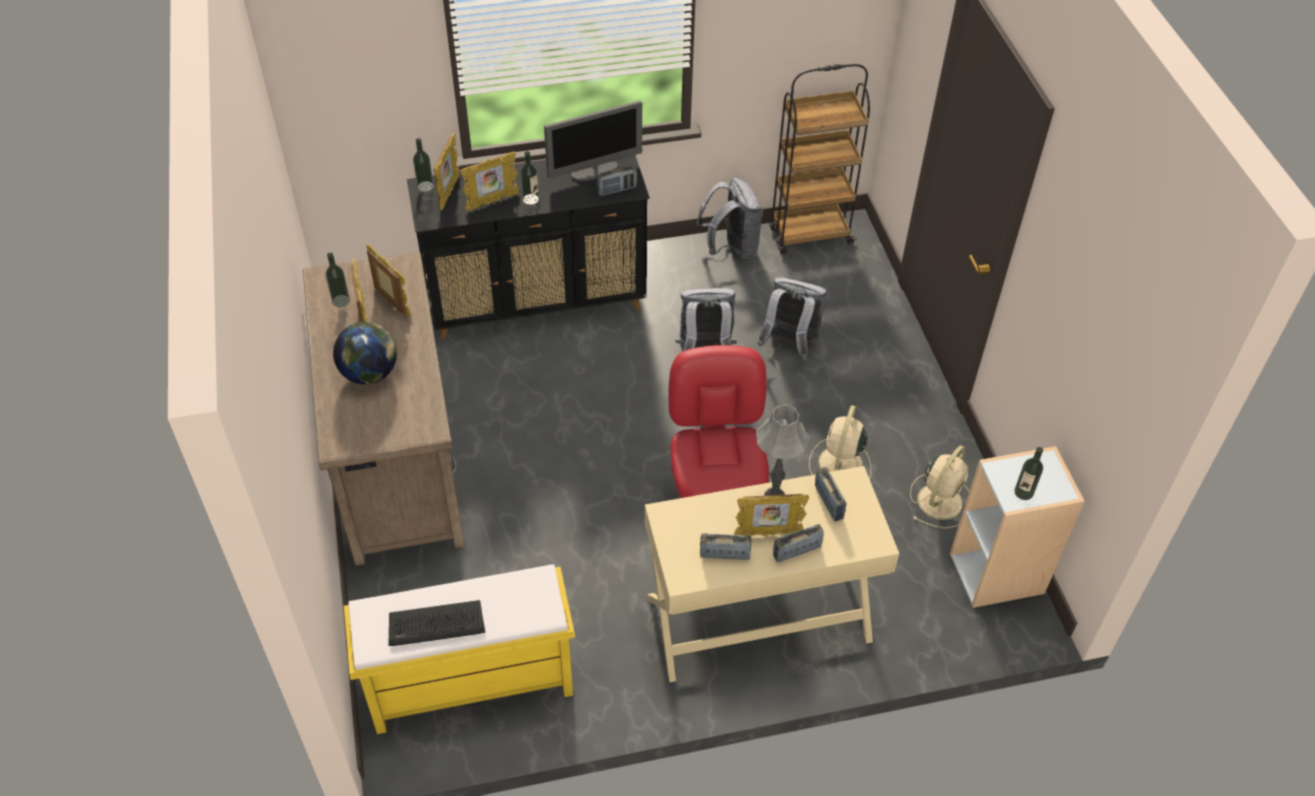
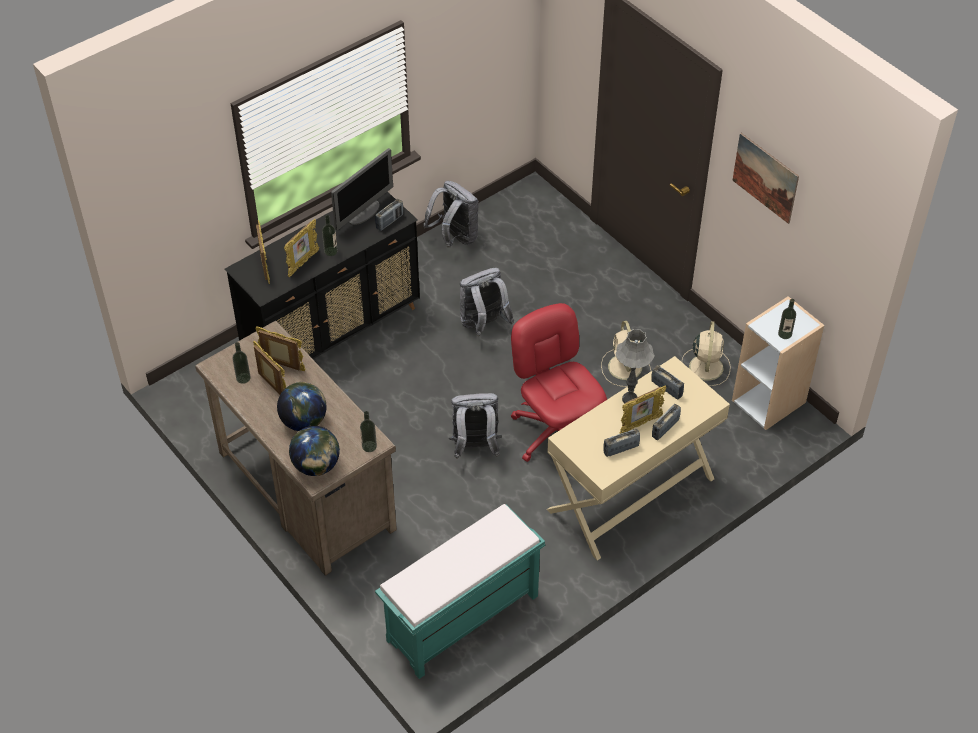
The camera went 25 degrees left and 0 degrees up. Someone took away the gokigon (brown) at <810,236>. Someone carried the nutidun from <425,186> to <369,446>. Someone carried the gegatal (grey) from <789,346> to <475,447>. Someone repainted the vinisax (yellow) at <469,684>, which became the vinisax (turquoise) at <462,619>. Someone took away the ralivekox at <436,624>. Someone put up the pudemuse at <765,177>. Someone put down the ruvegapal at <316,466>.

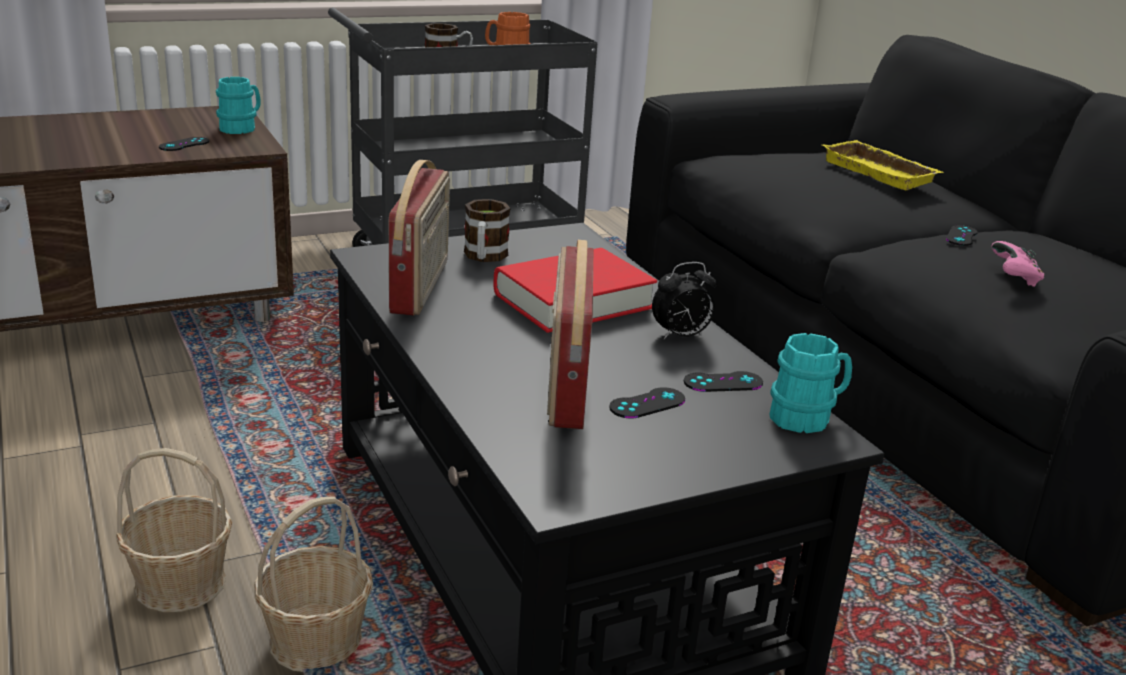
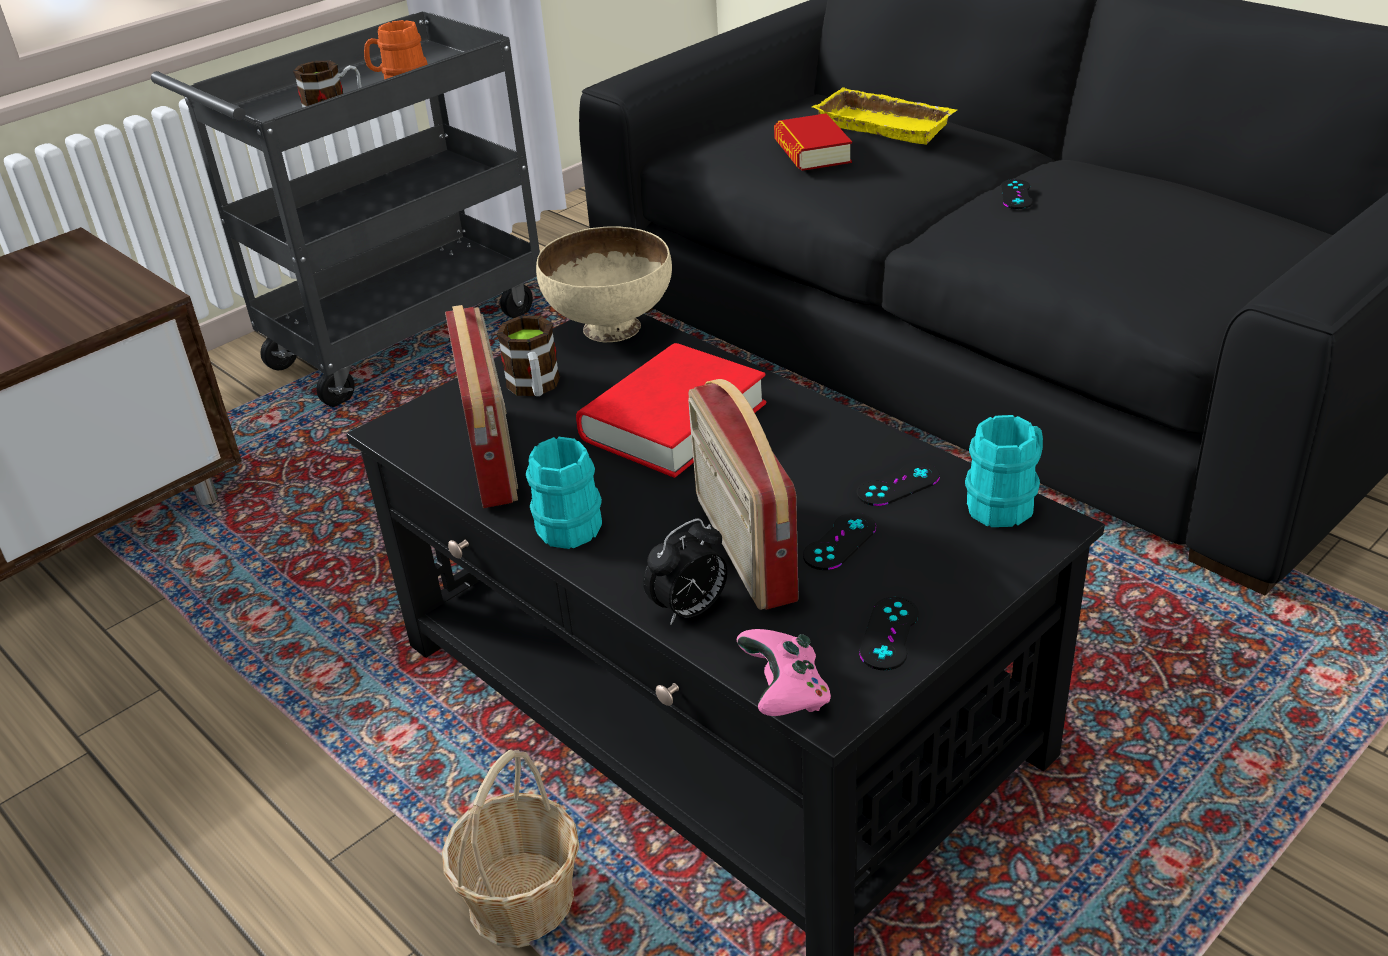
The camera went 15 degrees left and 10 degrees up. Someone carried the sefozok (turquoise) from <241,127> to <572,520>. Someone carried the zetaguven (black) from <184,144> to <889,634>. Someone carried the zetaguven (pink) from <1014,278> to <785,694>. Someone carried the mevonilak from <680,336> to <689,610>. Someone took away the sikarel at <180,583>. Someone put down the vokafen at <812,152>. Someone put down the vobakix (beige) at <609,328>.

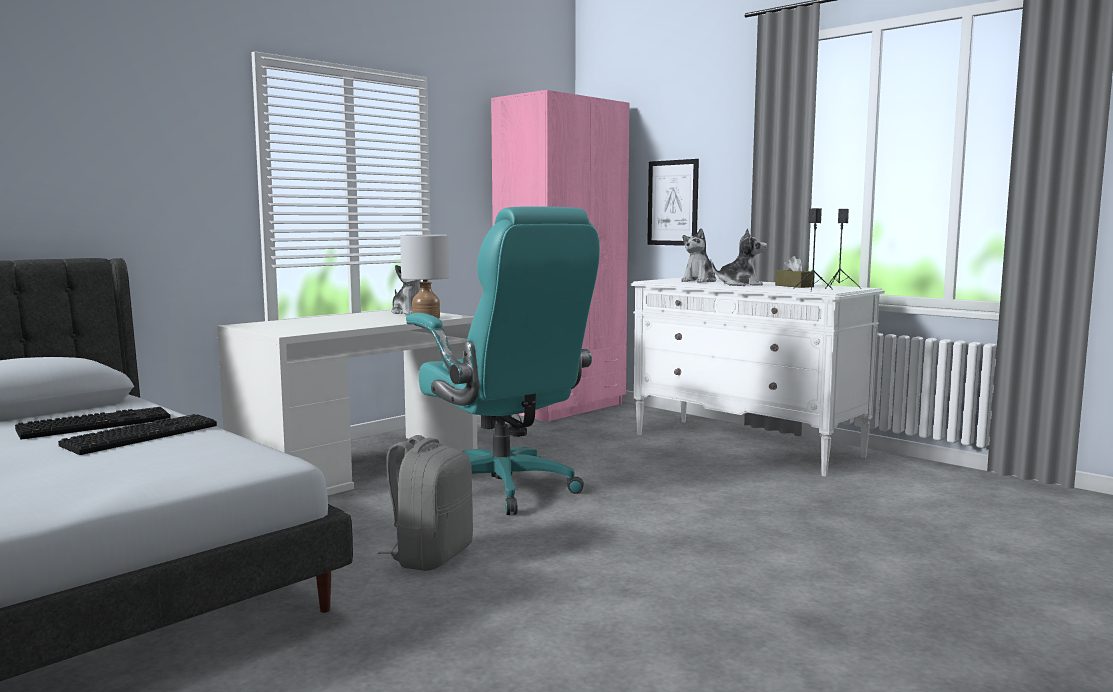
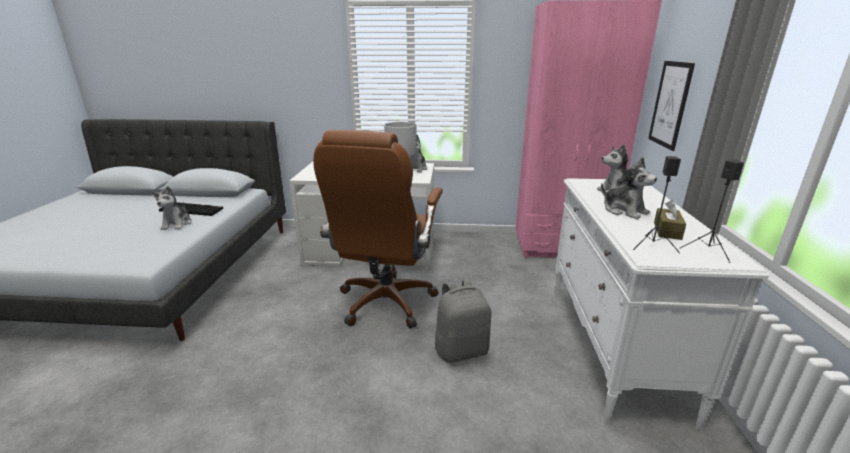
The camera went 50 degrees right and 15 degrees up. Someone repainted the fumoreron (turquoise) at <503,490>, which became the fumoreron (brown) at <385,303>. Someone swapped the ralivekox at <142,435> for the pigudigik at <177,224>. Someone carried the gegatal (grey) from <430,556> to <461,350>.

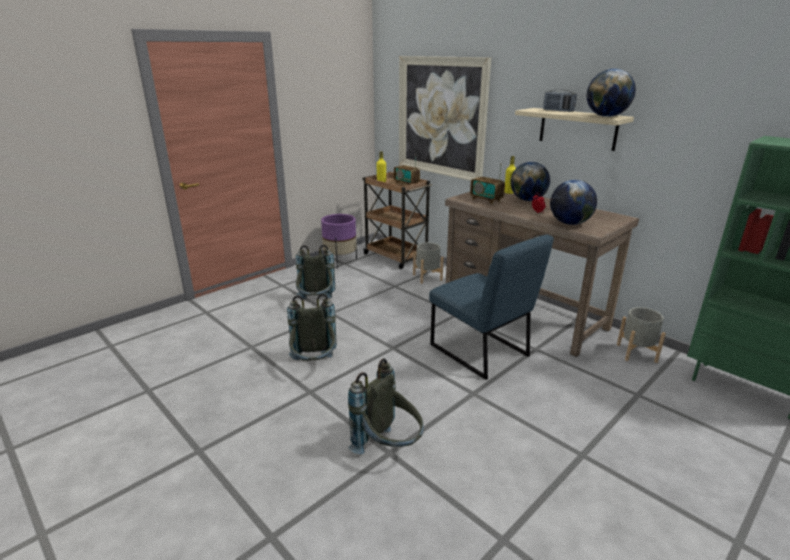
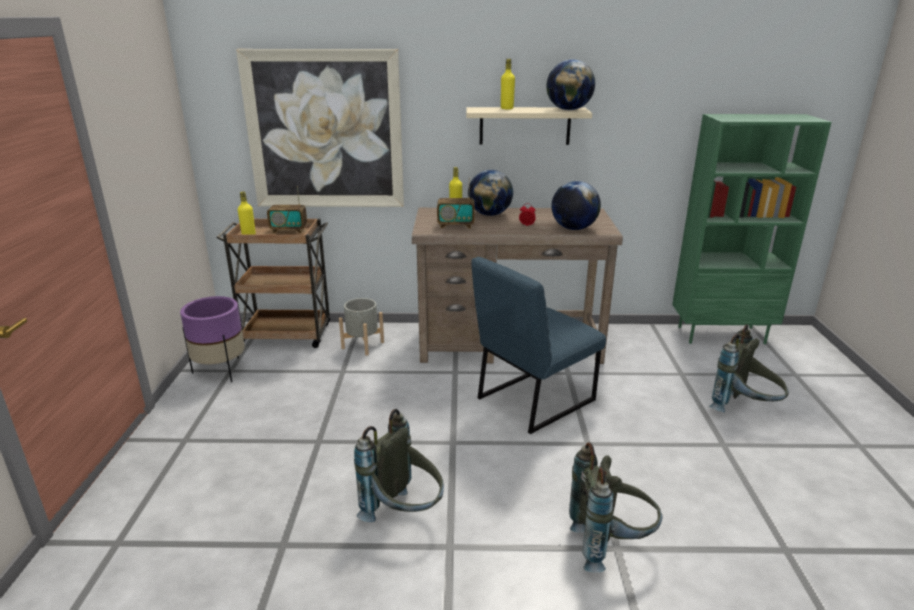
The camera went 45 degrees left and 0 degrees up. Someone swapped the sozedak at <558,111> for the nutidun (yellow) at <507,108>. Someone rotated the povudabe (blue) at <480,351> by 135 degrees clockwise. Someone carried the gegatal (grey) from <316,303> to <744,410>. Someone took away the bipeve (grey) at <636,353>.

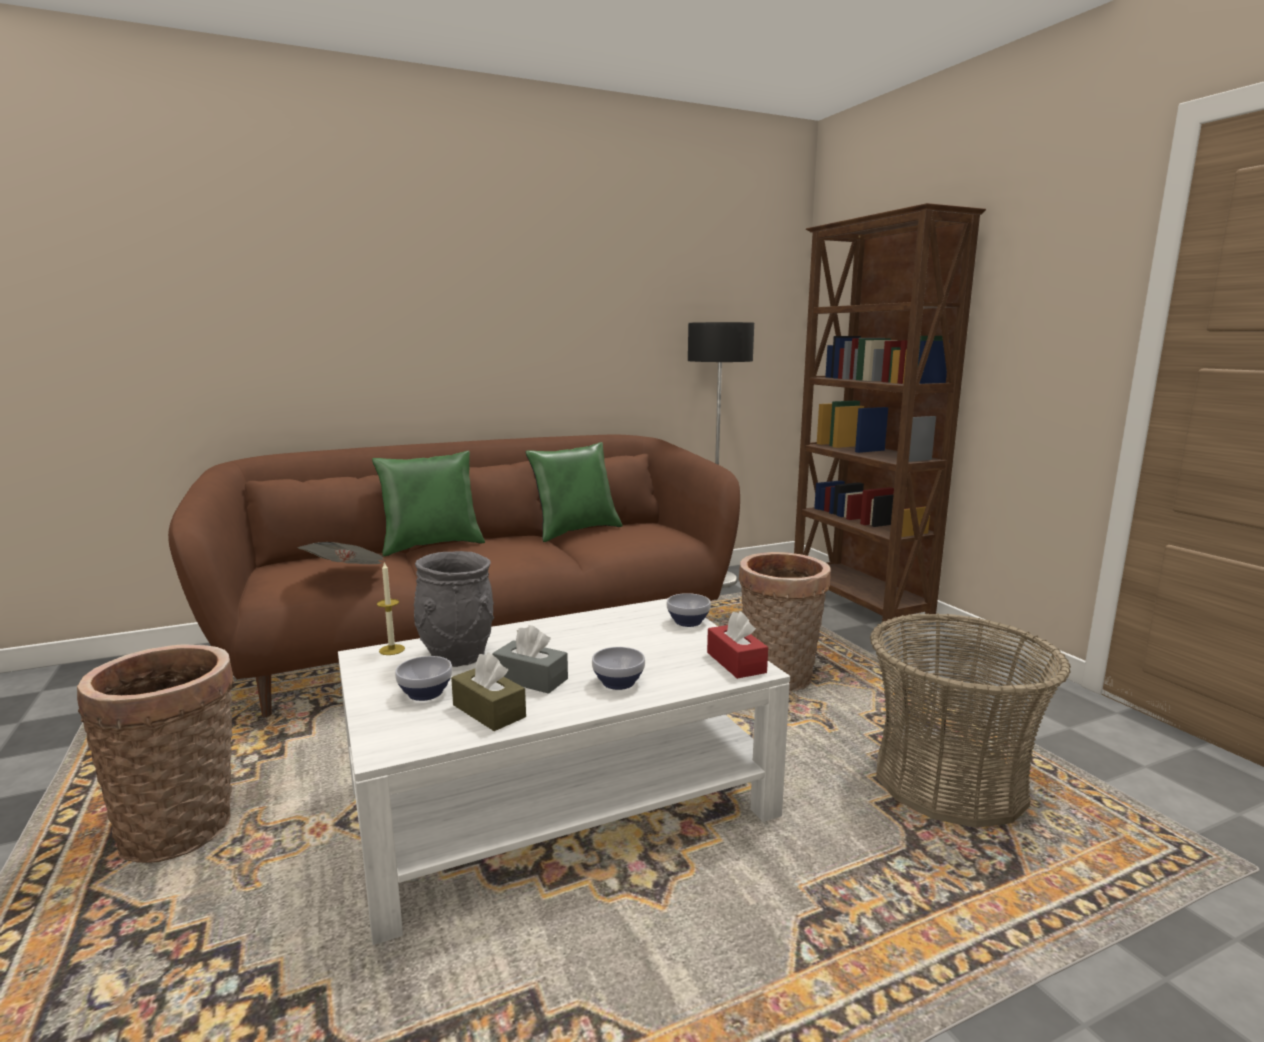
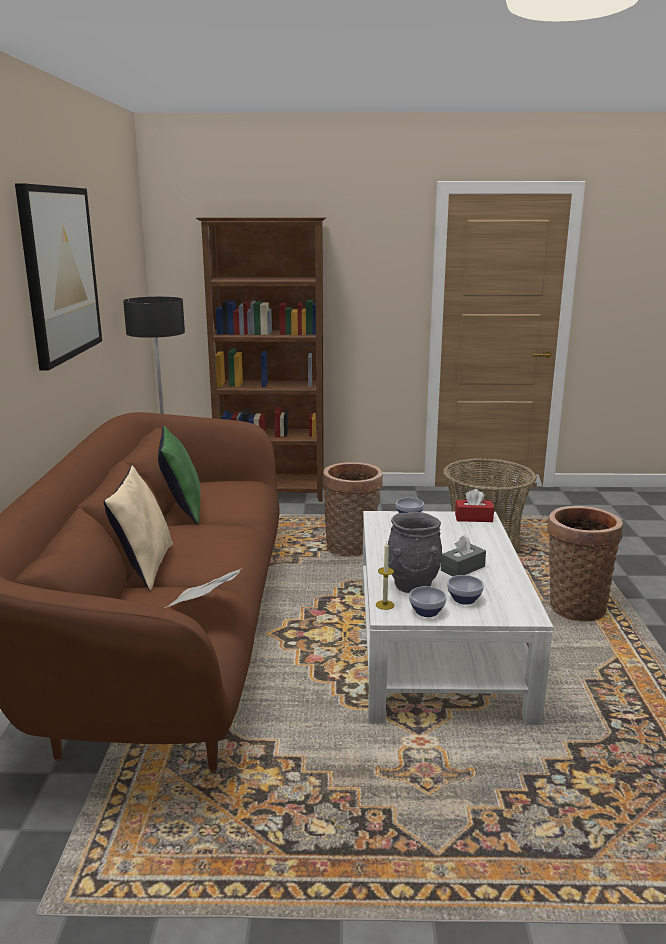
The camera went 65 degrees left and 5 degrees up. Someone repainted the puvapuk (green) at <432,546>, which became the puvapuk (beige) at <144,567>. Someone carried the sikarel from <184,827> to <574,606>. Someone carried the vobakix from <620,683> to <427,611>. Someone took away the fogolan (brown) at <489,711>. Someone put up the pudemuse at <60,273>.

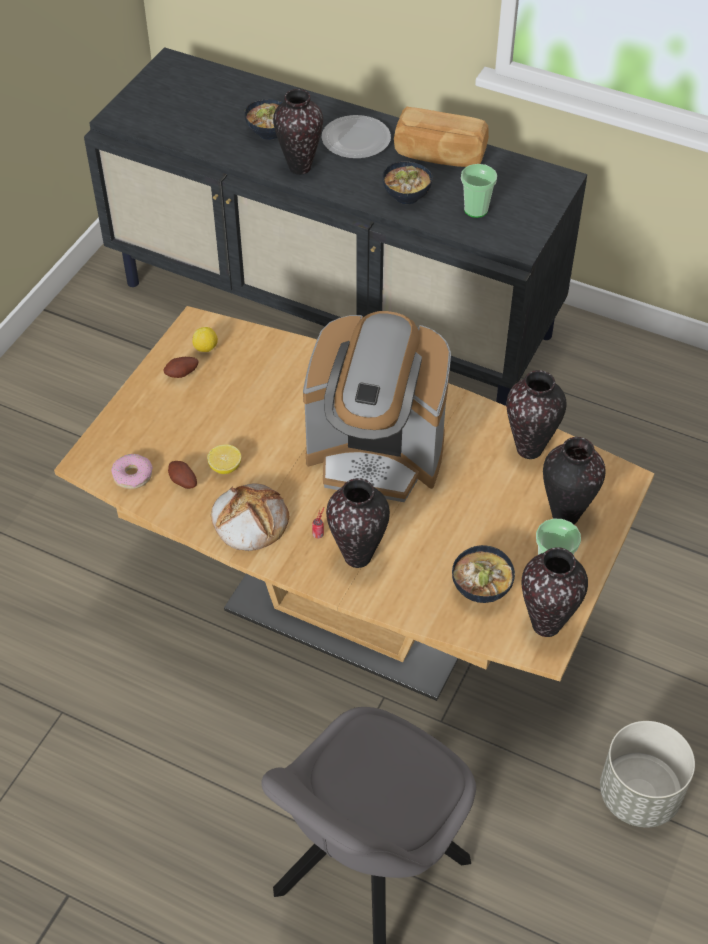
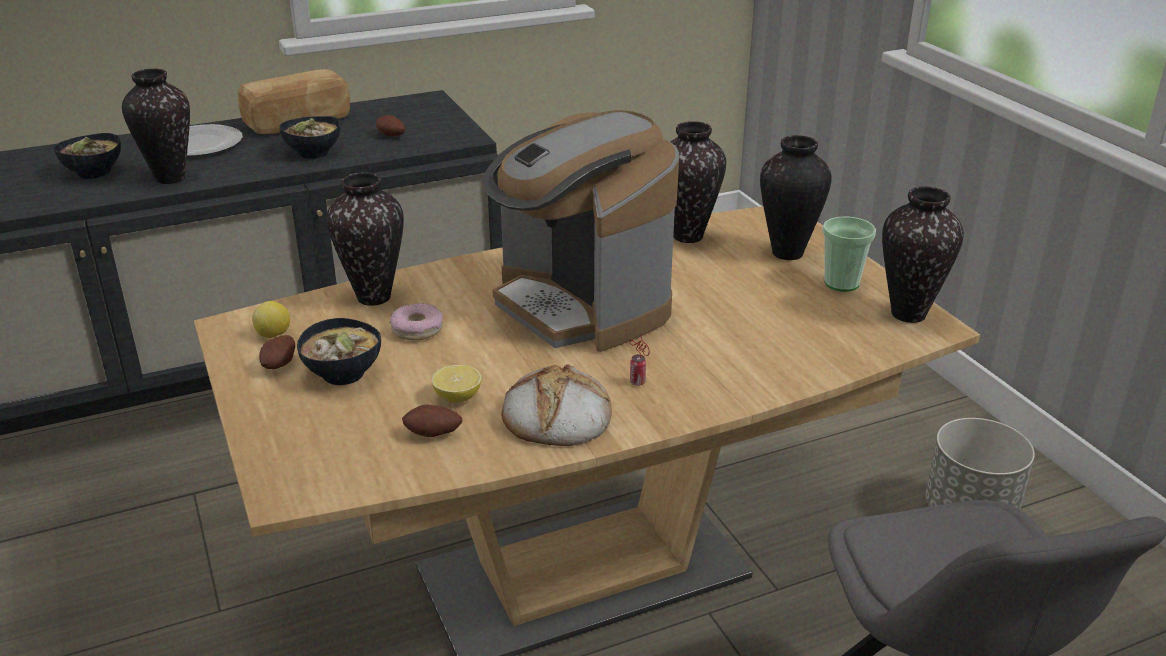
The camera went 50 degrees left and 20 degrees down. Someone swapped the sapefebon at <476,209> for the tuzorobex at <390,136>. Someone rotated the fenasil at <376,454> by 90 degrees clockwise. Someone carried the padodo from <133,475> to <417,329>. Someone carried the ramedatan from <358,557> to <375,297>. Someone carried the vobakix from <480,589> to <342,375>.

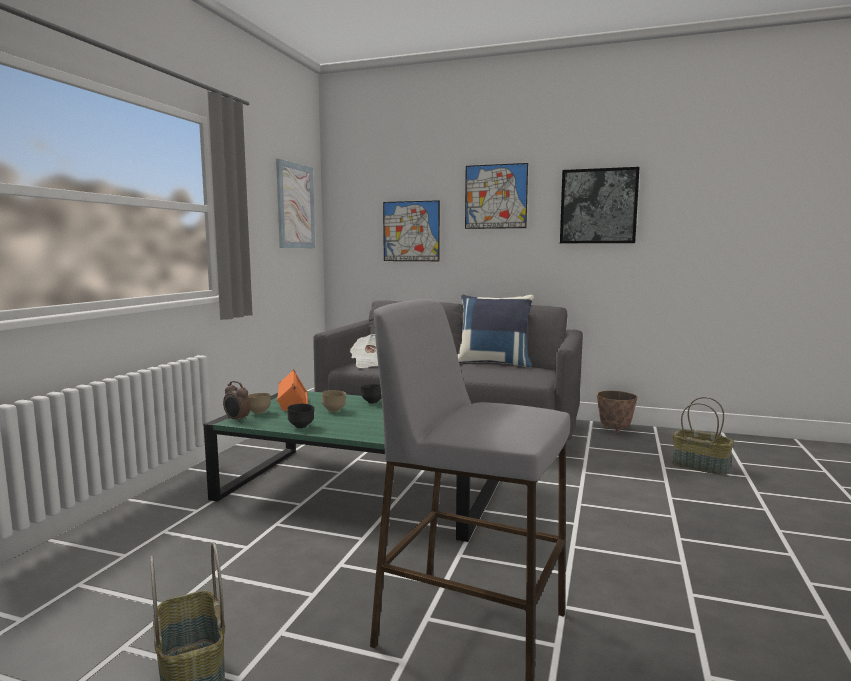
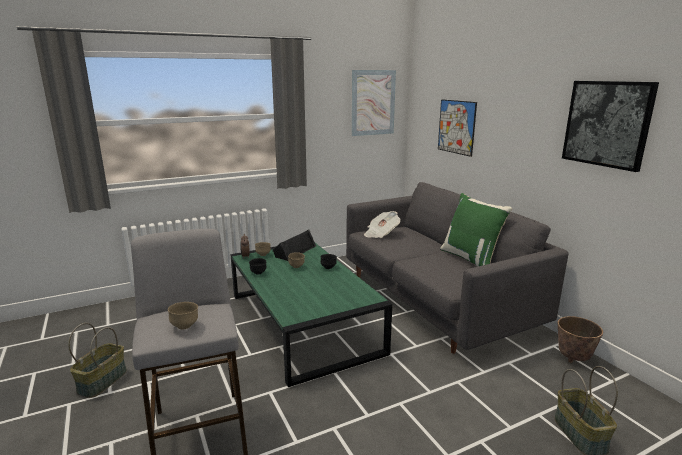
The camera went 45 degrees right and 10 degrees up. Someone took away the pudemuse at <496,196>. Someone repainted the puvapuk (blue) at <494,363>, which became the puvapuk (green) at <471,259>. Someone repainted the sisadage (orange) at <291,401>, which became the sisadage (black) at <294,251>. Someone put down the vobakix (brown) at <185,326>.

